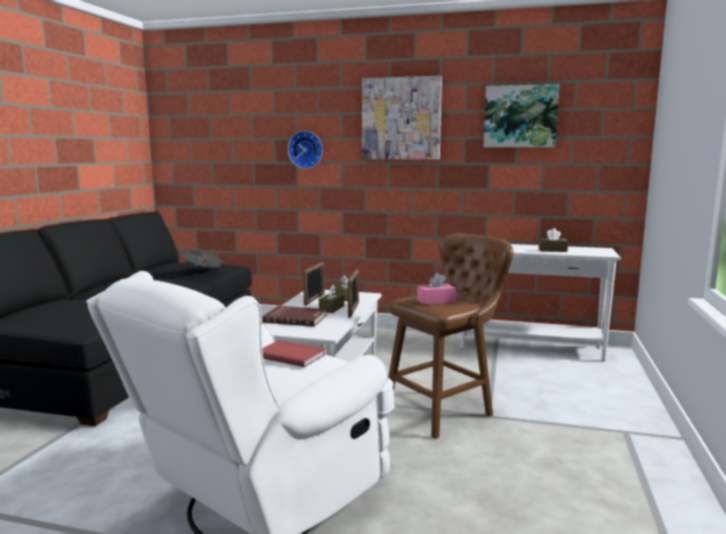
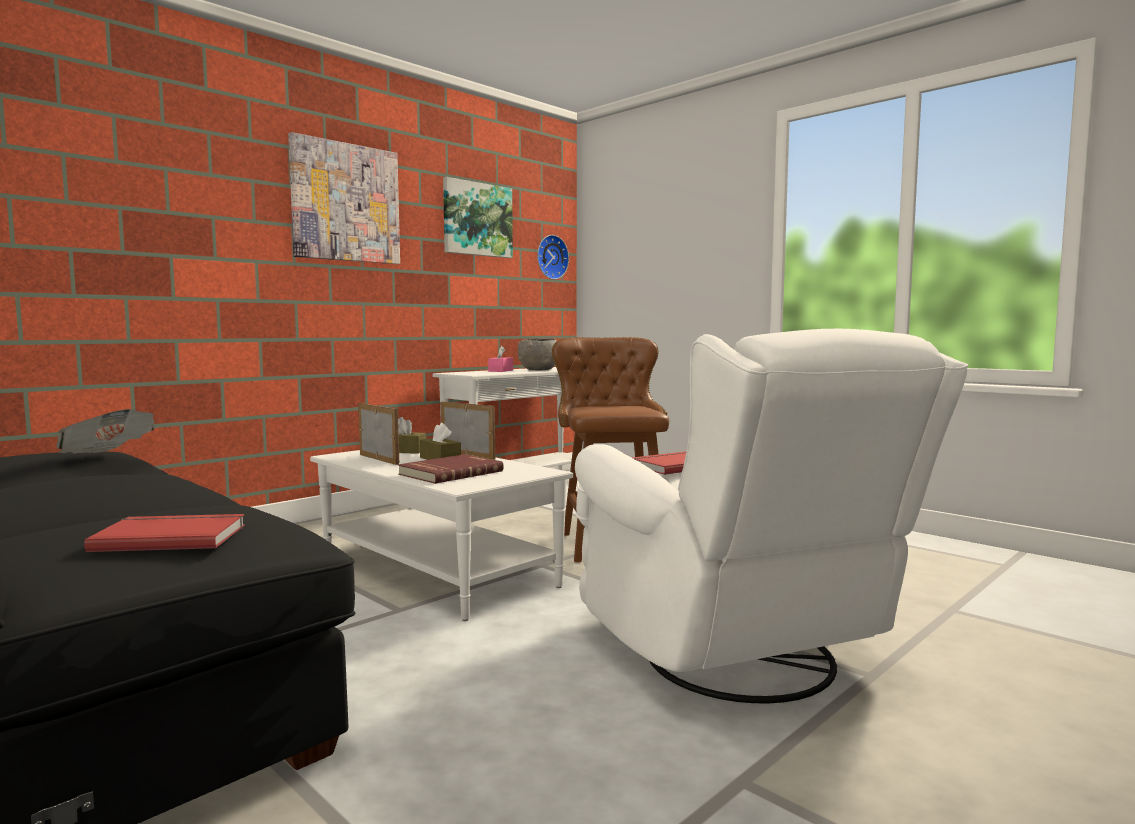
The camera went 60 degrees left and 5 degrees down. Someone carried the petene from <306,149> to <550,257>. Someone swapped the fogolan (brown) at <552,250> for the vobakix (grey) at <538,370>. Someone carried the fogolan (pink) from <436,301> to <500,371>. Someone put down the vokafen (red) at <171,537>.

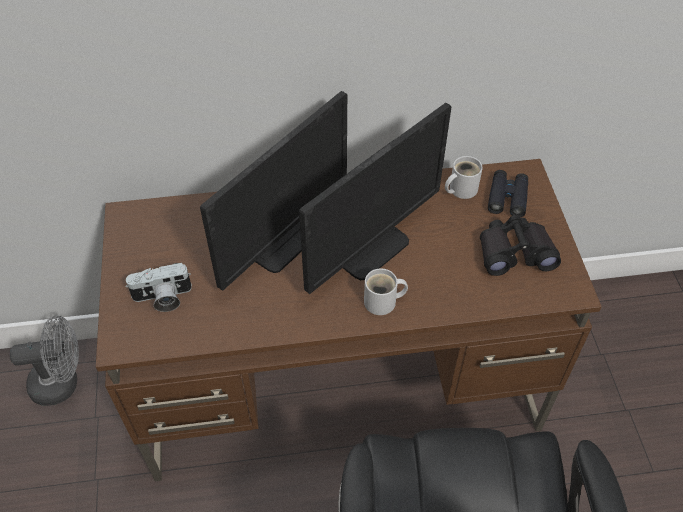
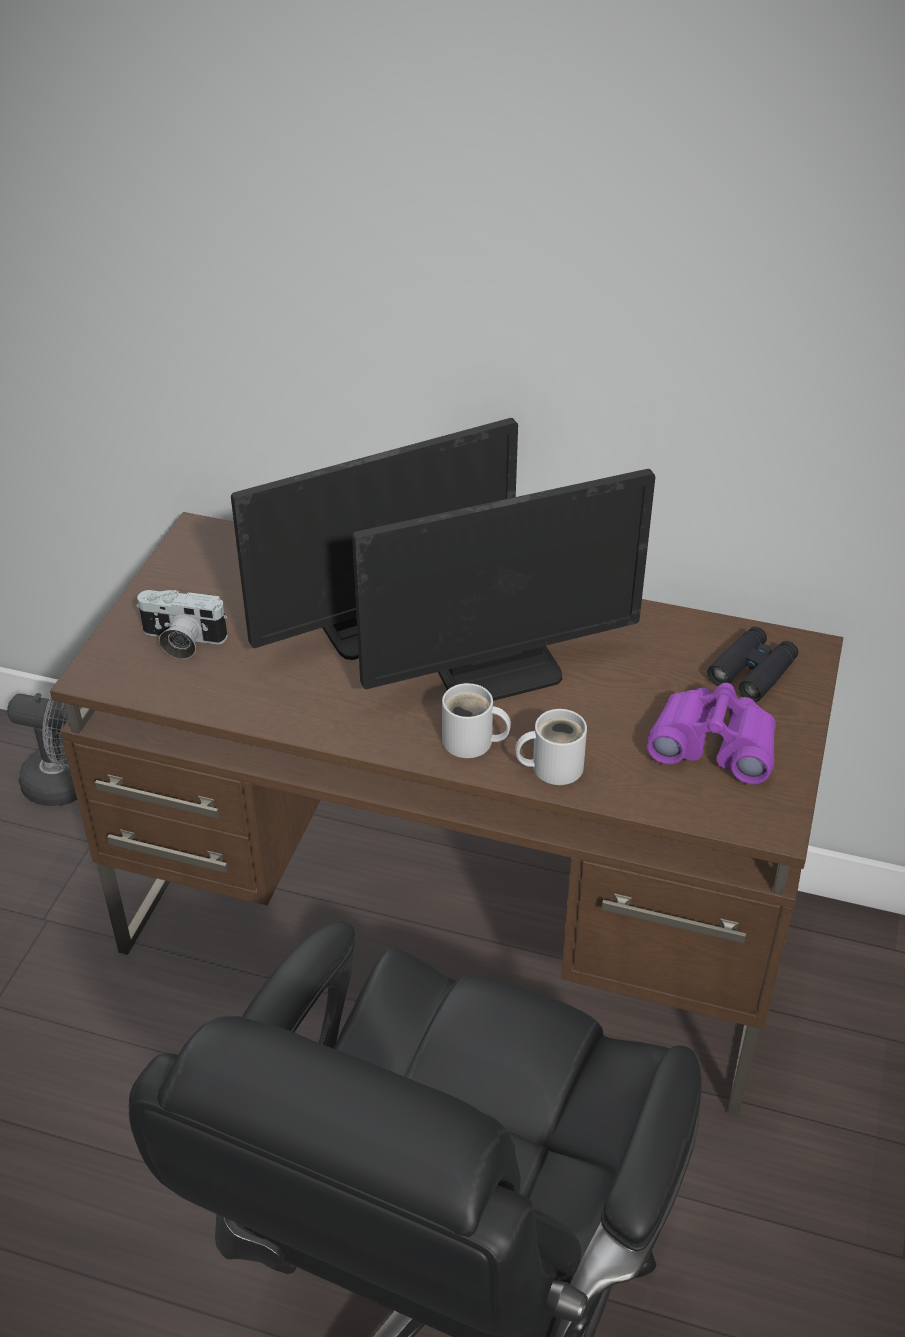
The camera went 25 degrees right and 10 degrees down. Someone carried the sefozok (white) from <460,189> to <552,766>. Someone repainted the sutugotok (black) at <514,252>, which became the sutugotok (purple) at <714,744>.

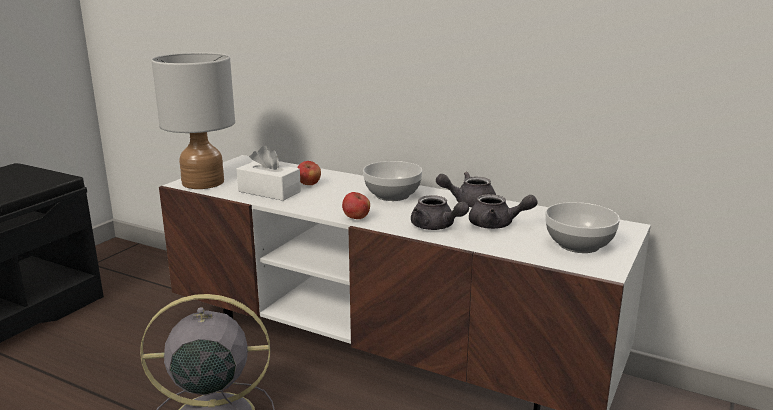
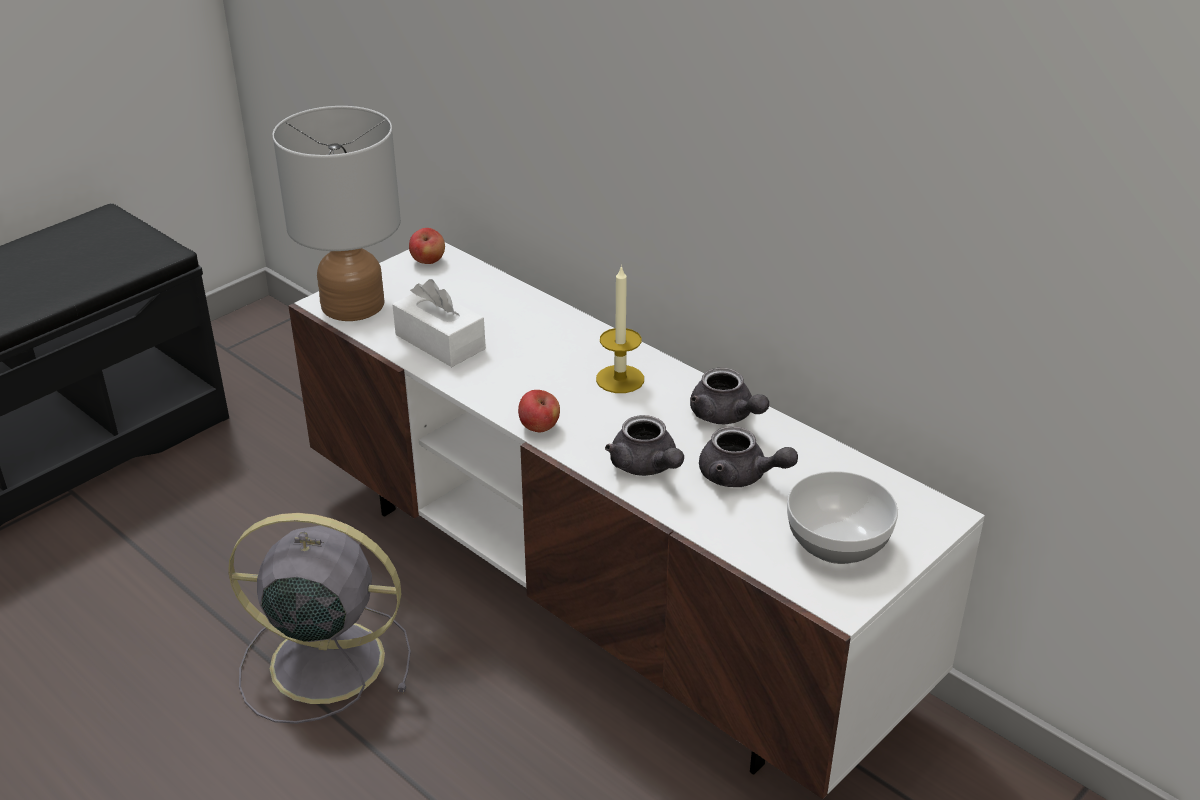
The camera went 15 degrees right and 15 degrees up. Someone carried the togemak from <309,184> to <428,261>. Someone swapped the vobakix at <393,195> for the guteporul at <620,379>. Someone rotated the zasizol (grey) at <468,203> by 135 degrees counterclockwise.

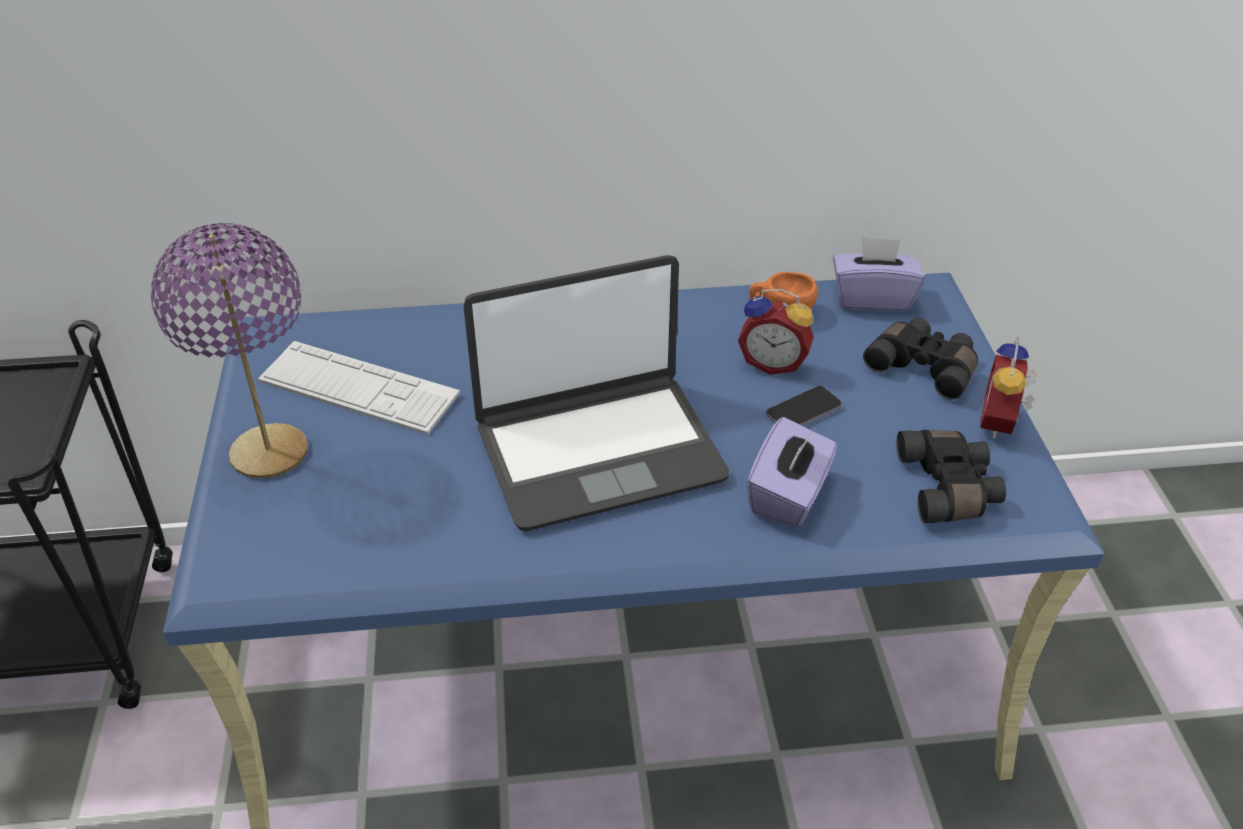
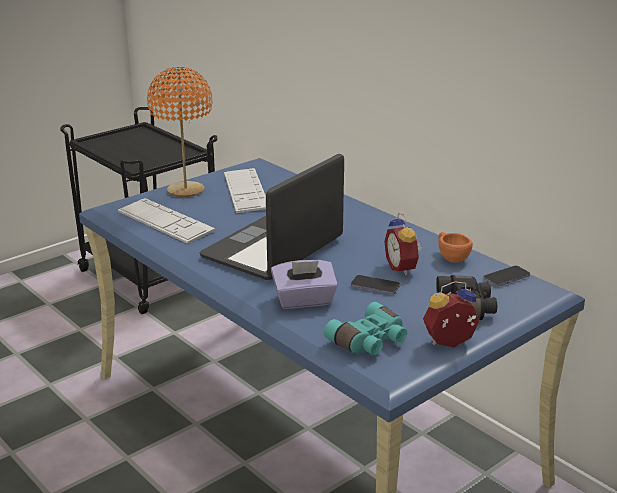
The camera went 55 degrees right and 15 degrees down. Someone repainted the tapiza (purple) at <268,452>, which became the tapiza (orange) at <185,190>. Someone swapped the fogolan (purple) at <872,298> for the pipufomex at <506,278>. Someone rotated the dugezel at <598,451> by 90 degrees clockwise. Someone repainted the sutugotok (black) at <949,488>, which became the sutugotok (turquoise) at <370,342>. Someone put down the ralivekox at <165,221>.

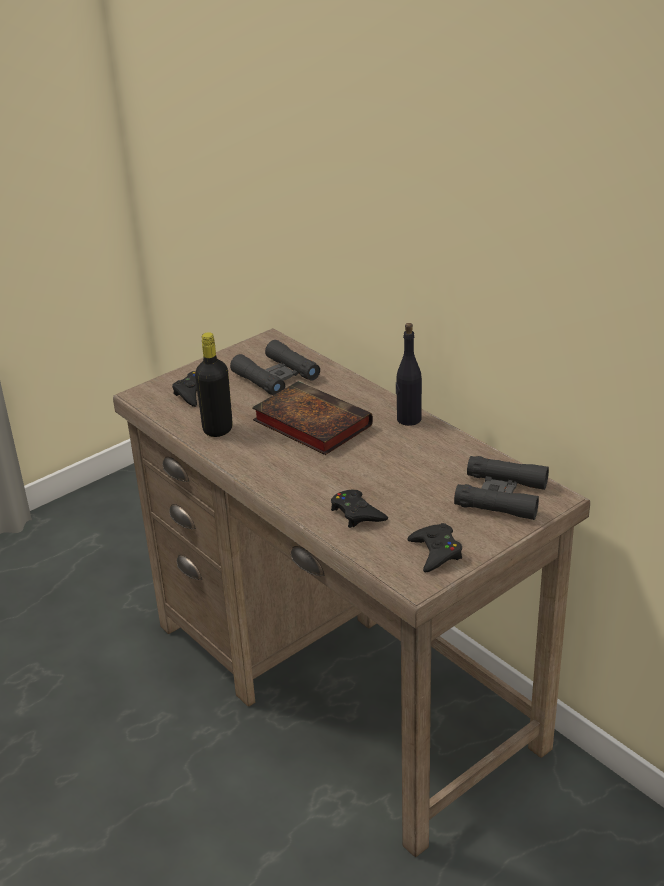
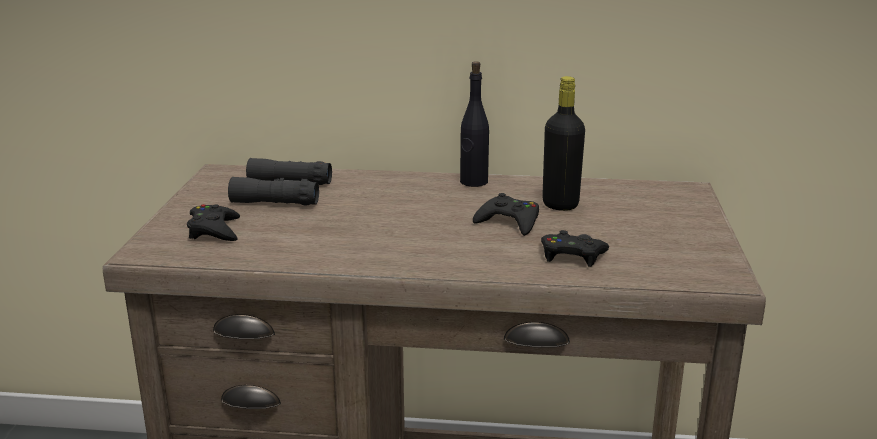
The camera went 45 degrees left and 10 degrees down. Someone carried the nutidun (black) from <217,429> to <560,204>. Someone took away the vokafen at <309,423>. Someone took away the sutugotok (black) at <501,495>. Someone carried the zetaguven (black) from <436,552> to <509,222>.

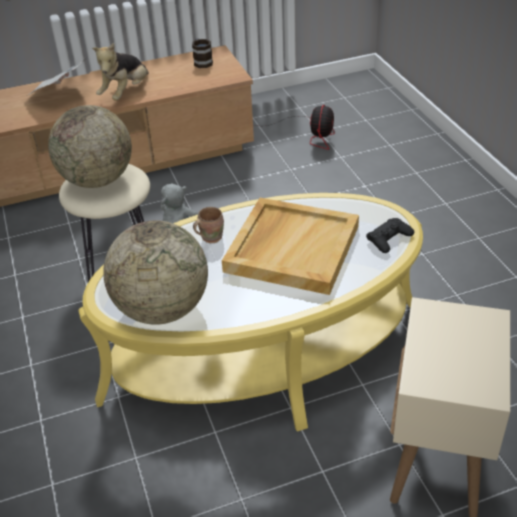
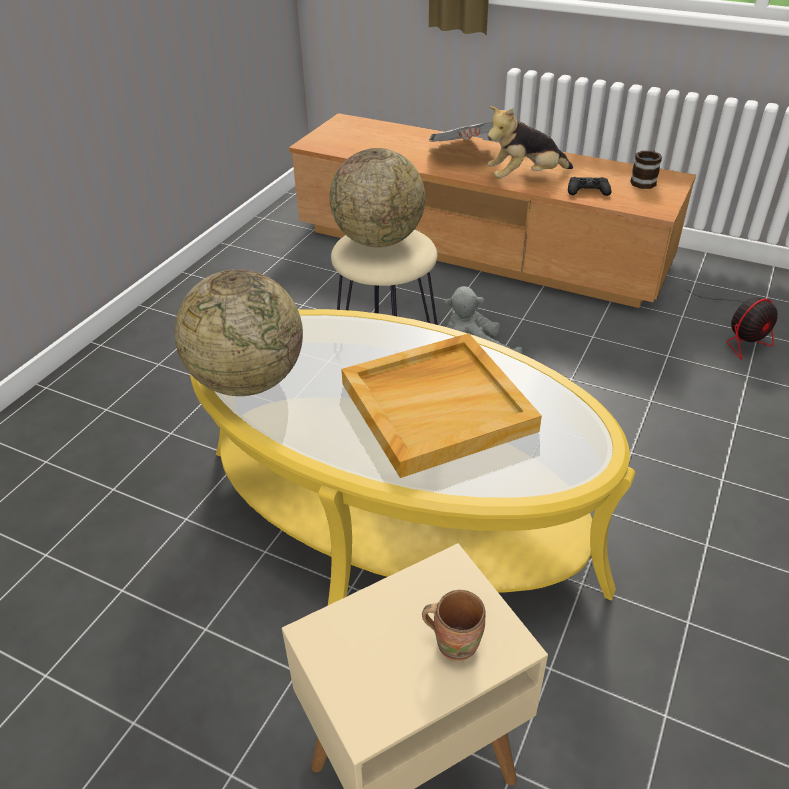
The camera went 45 degrees right and 0 degrees up. Someone carried the sefozok (brown) from <210,237> to <455,641>. Someone carried the zetaguven (black) from <389,239> to <588,191>.

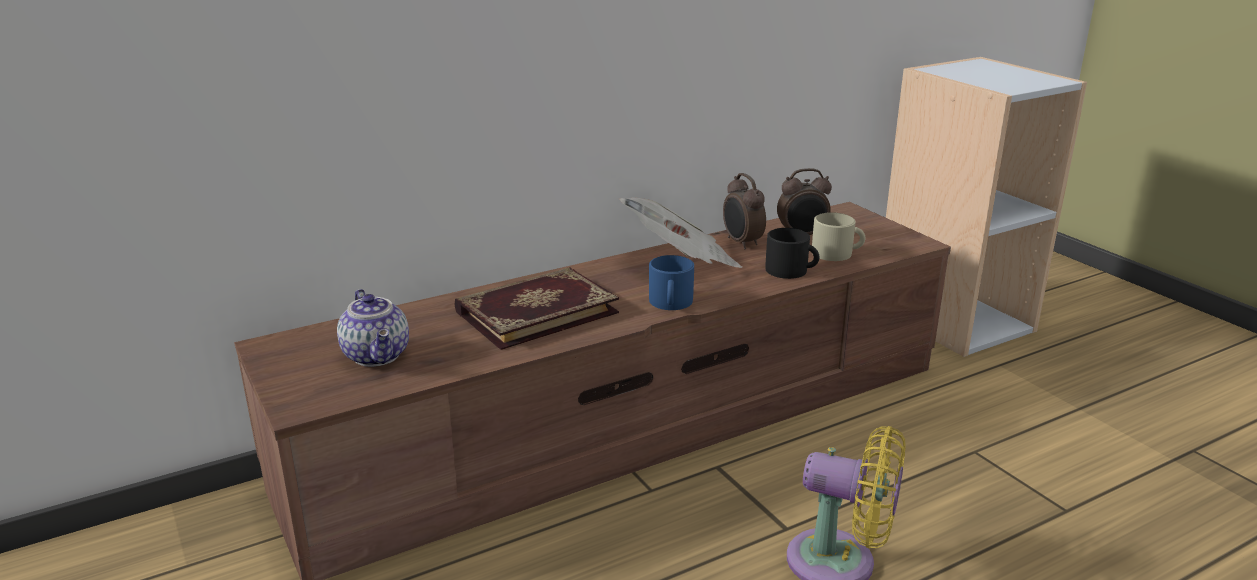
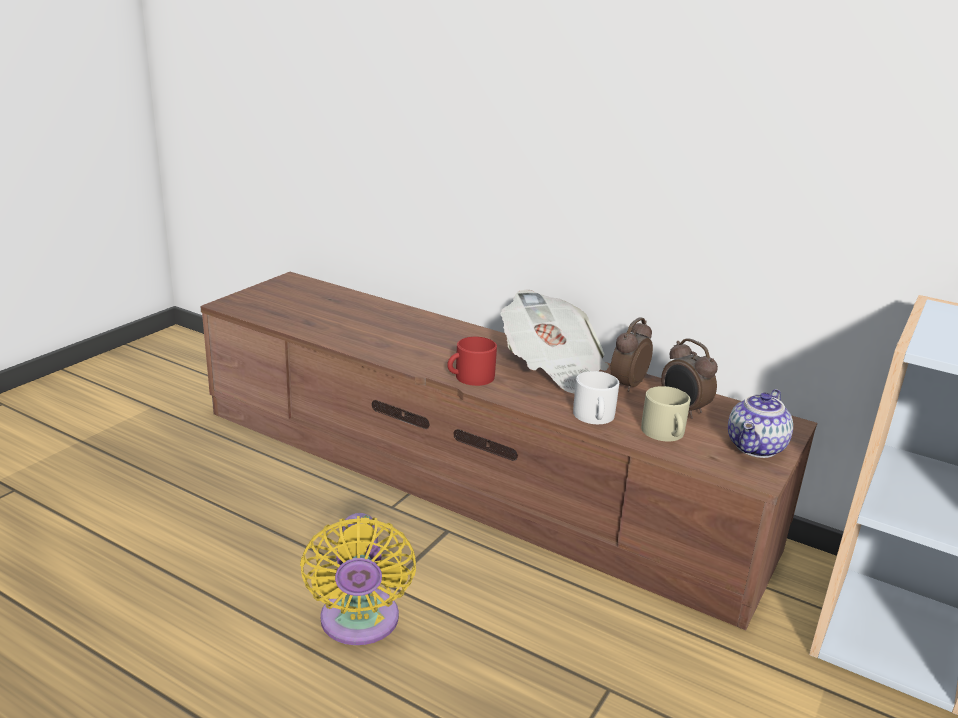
The camera went 60 degrees right and 0 degrees up. Someone repainted the sefozok (black) at <791,271>, which became the sefozok (white) at <594,417>. Someone repainted the sefozok (blue) at <670,303>, which became the sefozok (red) at <470,377>. Someone took away the vokafen at <535,311>. Someone carried the zasizol from <378,355> to <757,448>.

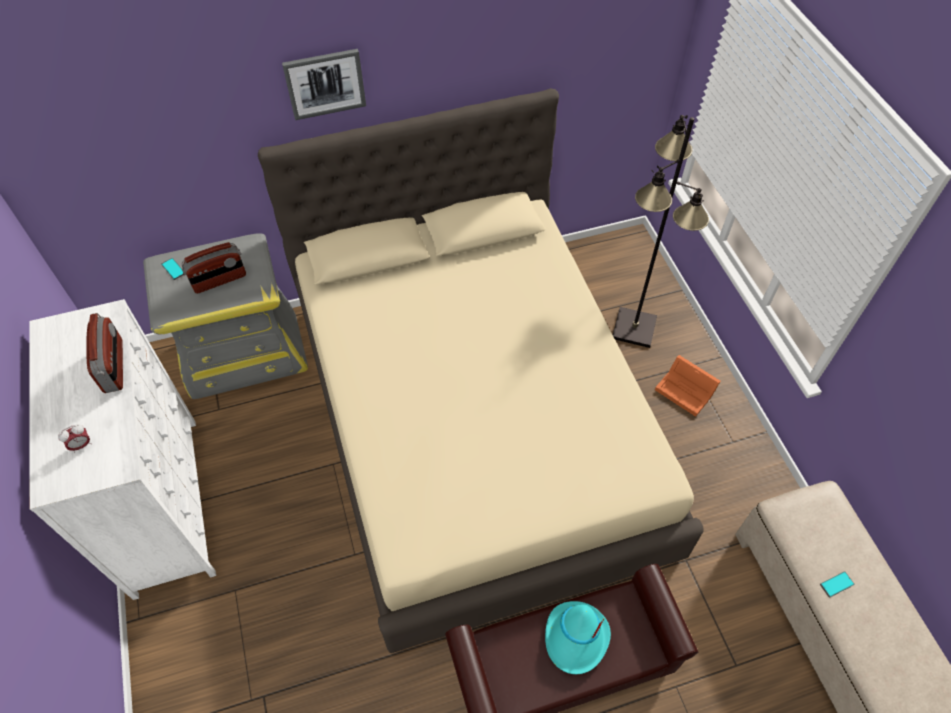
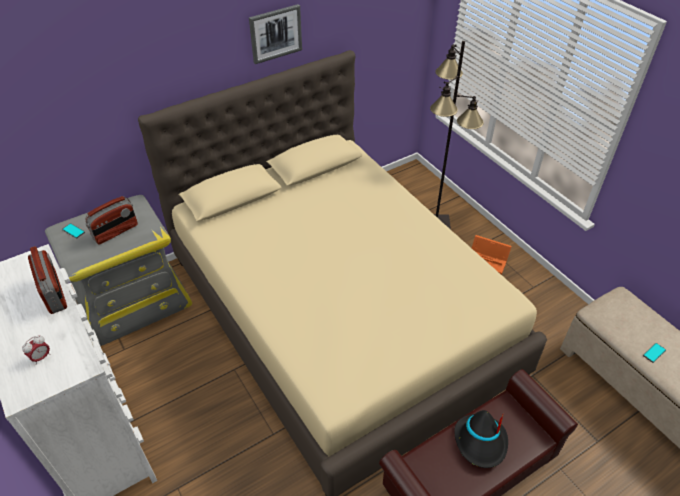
The camera went 15 degrees left and 10 degrees down. Someone carried the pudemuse from <325,83> to <275,33>. Someone repainted the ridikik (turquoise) at <576,638>, which became the ridikik (black) at <480,442>.

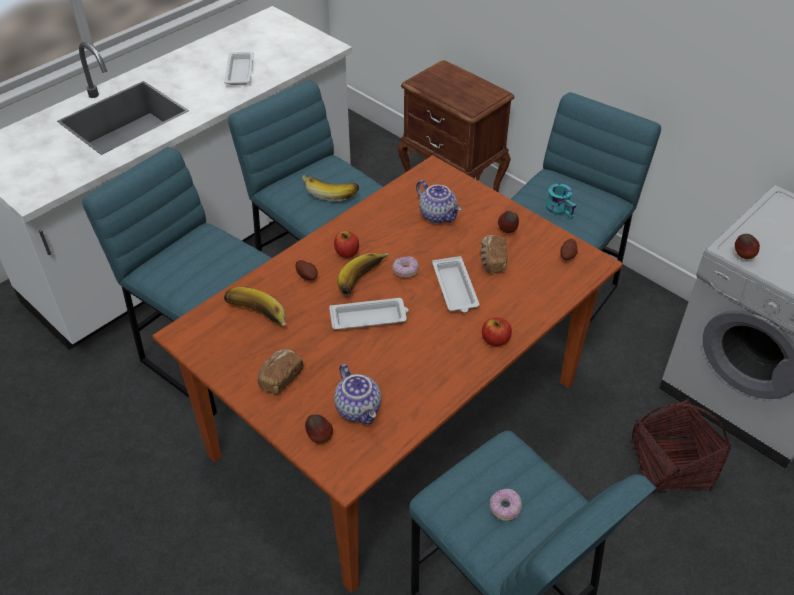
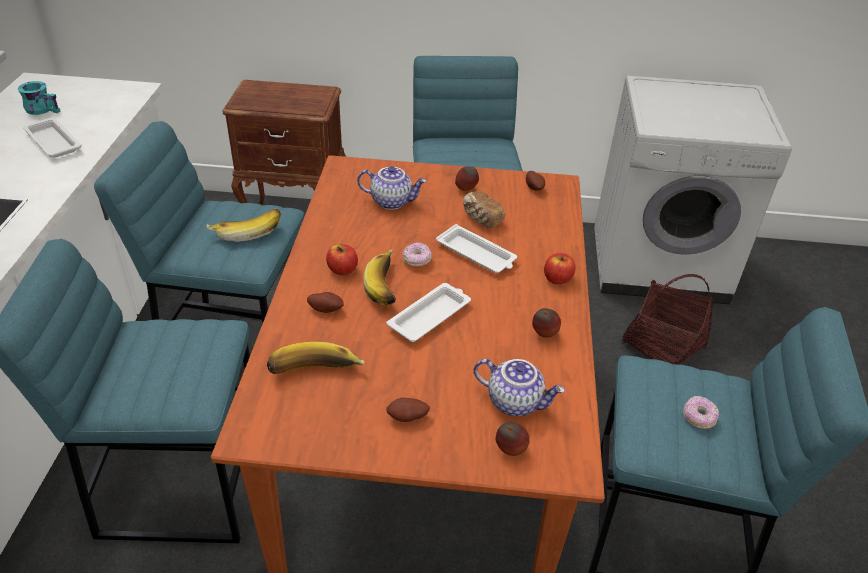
The camera went 40 degrees left and 5 degrees down. Someone carried the sefozok (turquoise) from <561,209> to <44,108>. Someone carried the togemak from <743,256> to <544,334>. Someone swapped the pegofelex at <280,378> for the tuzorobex at <408,418>.

